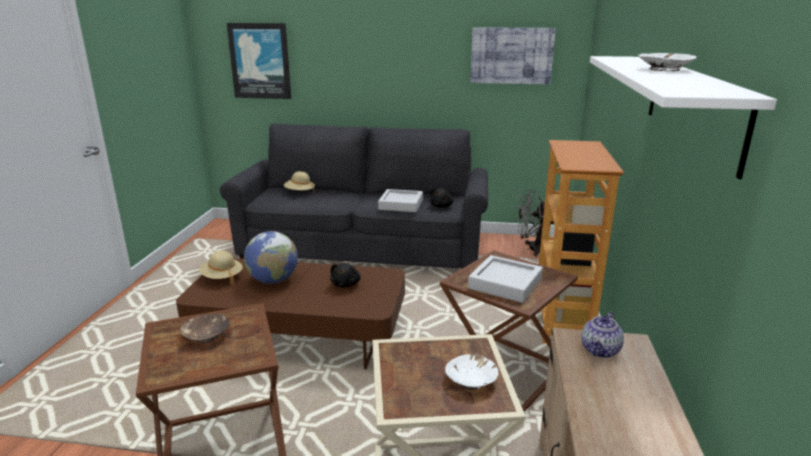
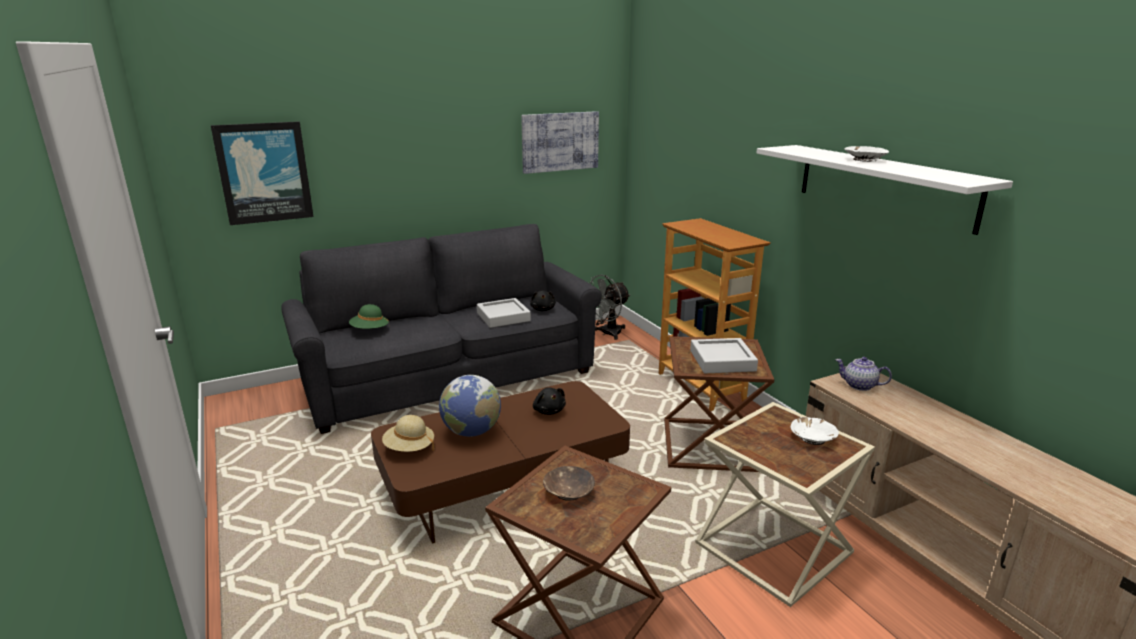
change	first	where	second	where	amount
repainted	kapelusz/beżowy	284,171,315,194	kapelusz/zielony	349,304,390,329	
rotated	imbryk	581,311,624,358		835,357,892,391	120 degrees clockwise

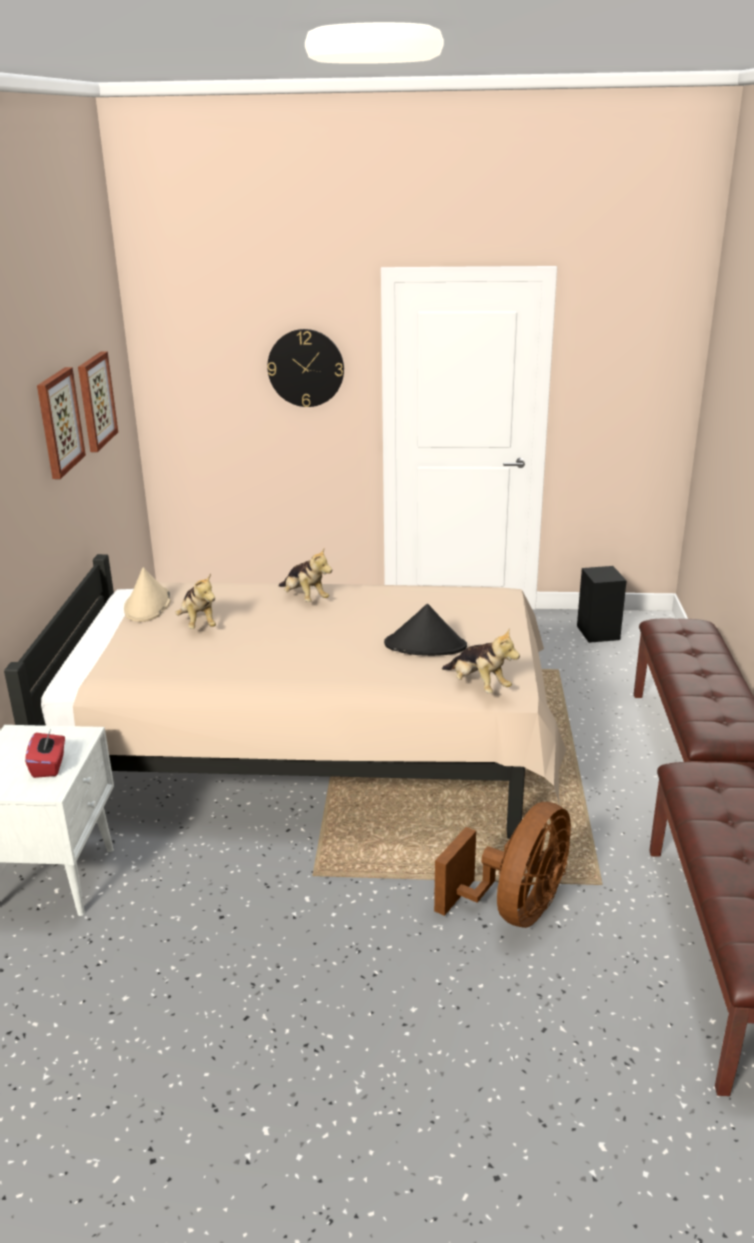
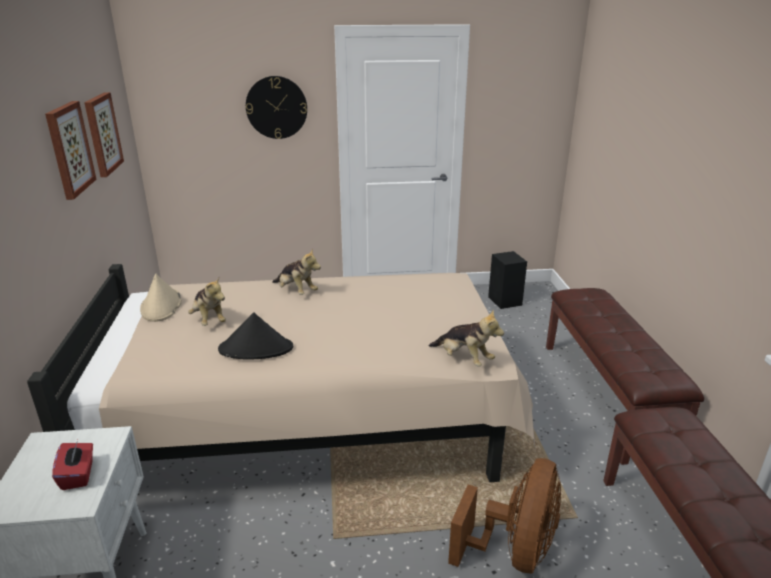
change	first	where	second	where	amount
shifted	kapelusz/czarny	384,604,467,656		218,312,293,360	

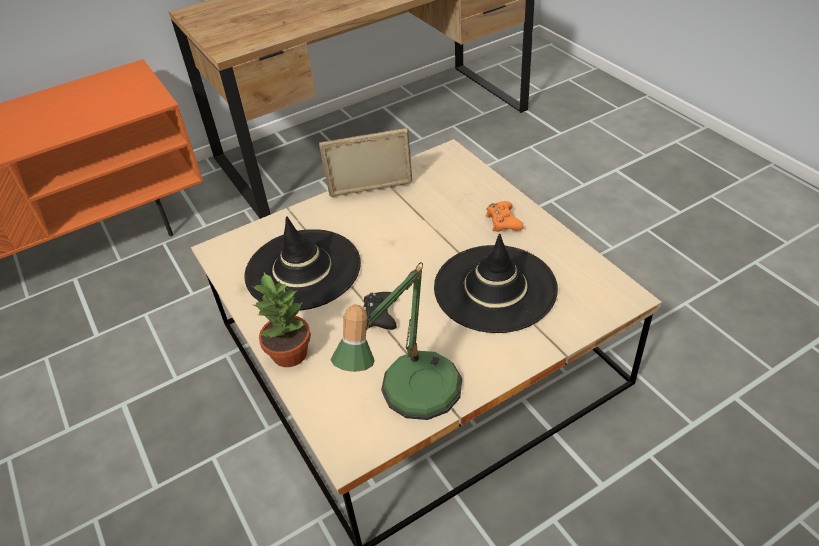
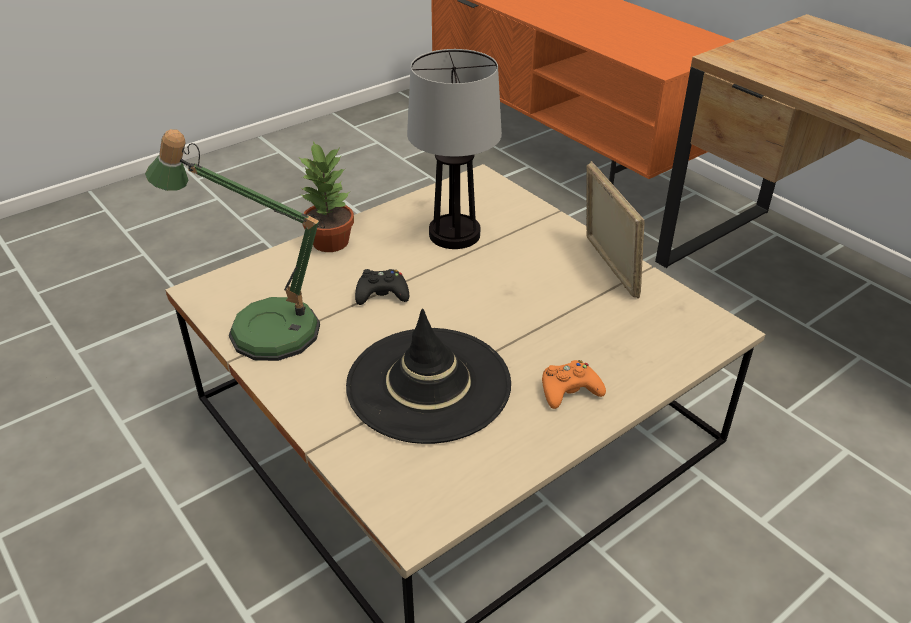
change	first	where	second	where	amount
swapped	kapelusz/czarny	244,216,361,310	lampa stołowa	407,49,502,249	

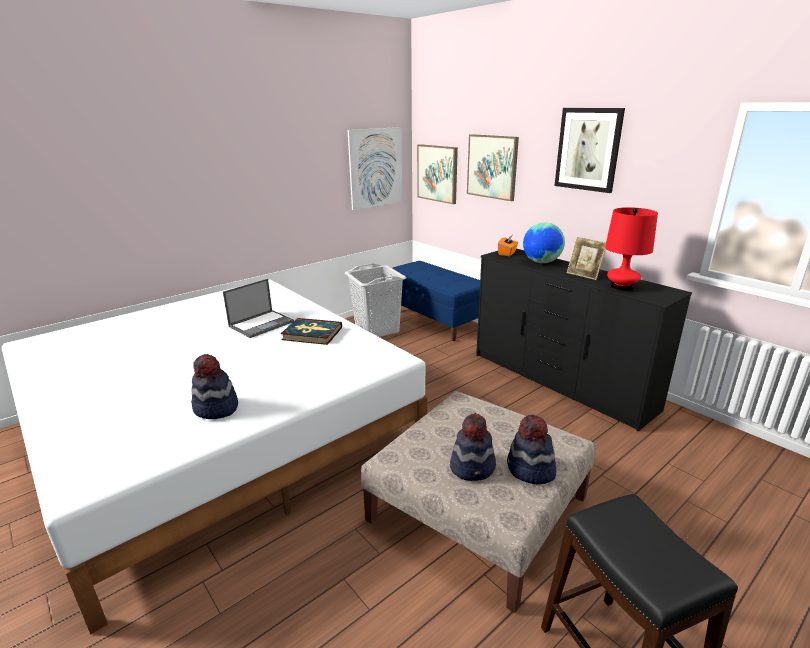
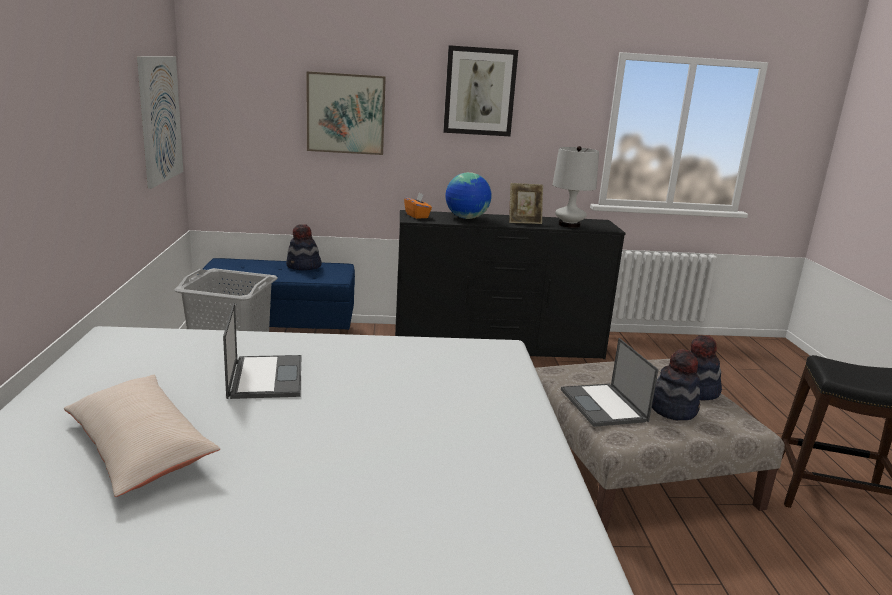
change	first	where	second	where	amount
new			poduszka/beżowy	64,375,220,497	
shifted	kapelusz	191,354,238,419		286,224,322,270	
repainted	lampa stołowa/czerwony	605,207,658,291	lampa stołowa/biały	553,146,599,228	
new			laptop	561,338,659,427	
gone	książka	281,318,342,345			
gone	obraz	417,144,458,204			

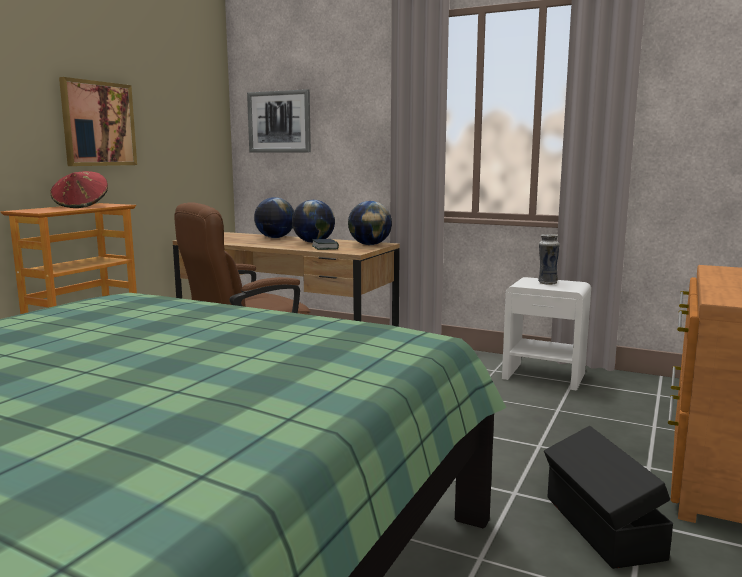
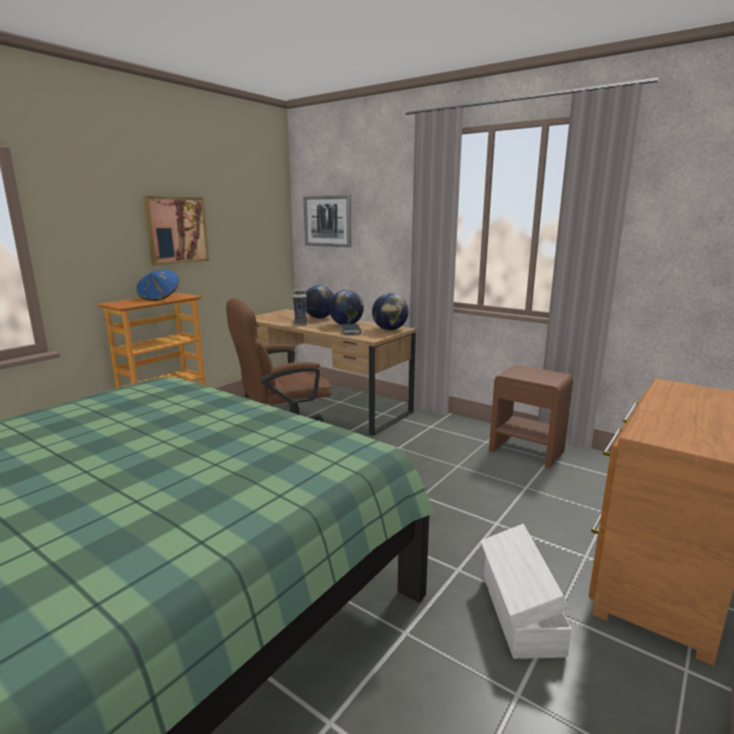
change	first	where	second	where	amount
repainted	kapelusz/czerwony	50,171,108,208	kapelusz/niebieski	136,270,179,301	
shifted	wazon	538,234,560,285		293,289,308,326	
repainted	pojemnik do przechowywania/czarny	544,426,673,569	pojemnik do przechowywania/biały	481,524,572,659	
repainted	szafka nocna/biały	502,277,591,391	szafka nocna/brązowy	489,365,573,468	

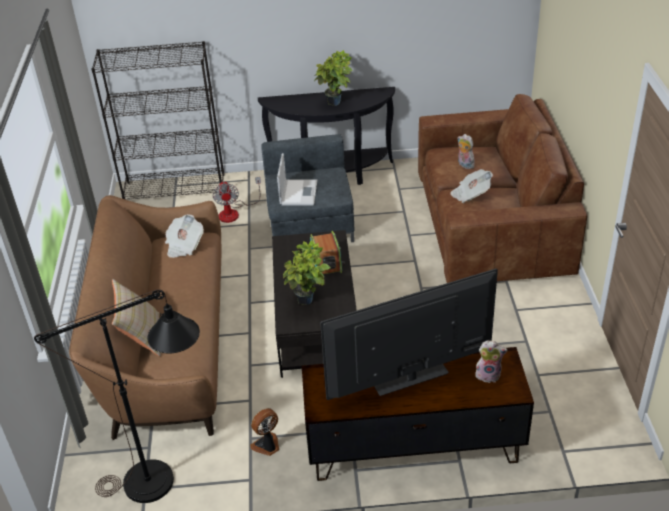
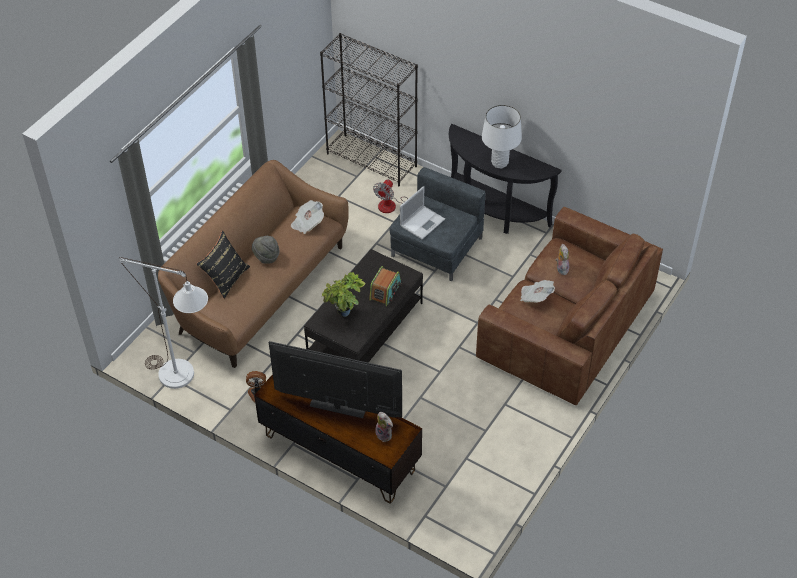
change	first	where	second	where	amount
repainted	lampa stojąca/czarny	34,289,200,503	lampa stojąca/biały	118,257,208,389	
repainted	poduszka/beżowy	112,279,161,357	poduszka/czarny	196,231,250,299	
new			kapelusz/szary	252,236,280,264	
swapped	roślina doniczkowa	314,50,353,106	lampa stołowa/biały	482,105,522,169	

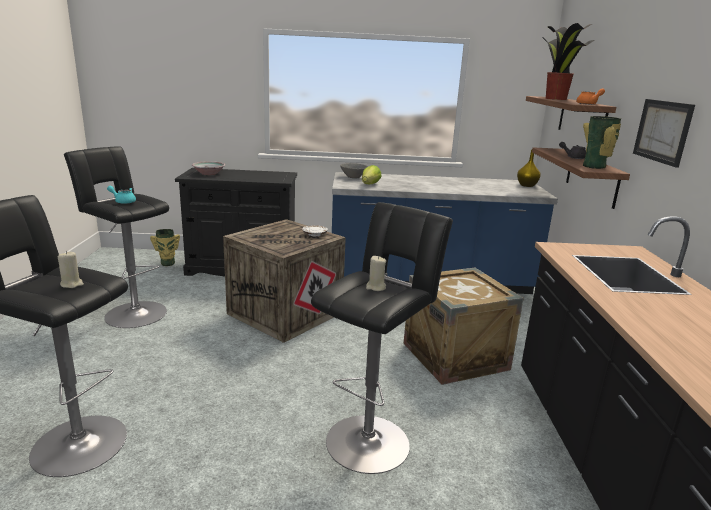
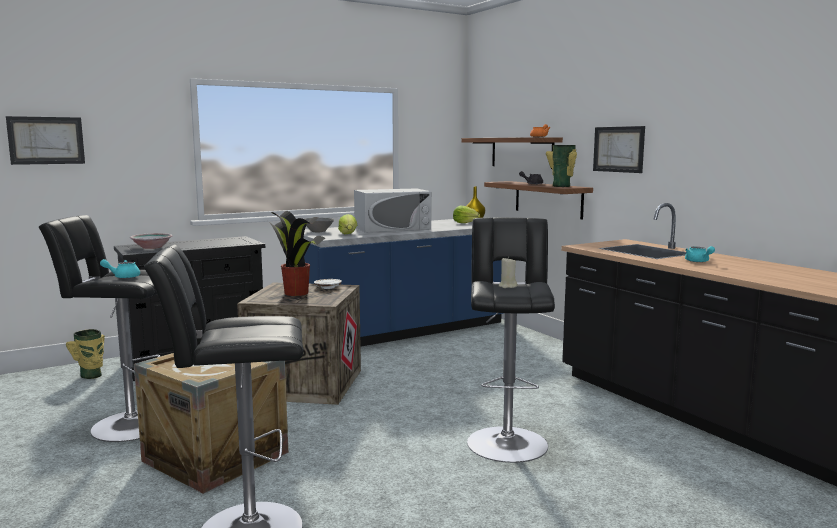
change	first	where	second	where	amount
new			obraz	6,116,85,165	
shifted	skrzynka	403,268,524,385		134,353,288,494	
shifted	roślina doniczkowa	542,23,595,100		268,211,325,296	
new			mikrofalówka/biały	354,188,431,233	
new			sałata	453,206,480,223	
new			imbryk/turkusowy	685,246,715,262	
gone	świeca/beżowy	58,251,84,288			

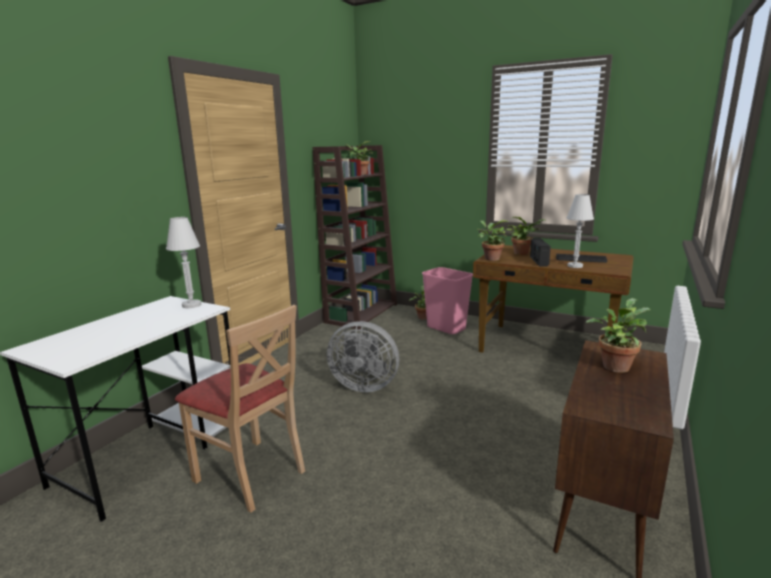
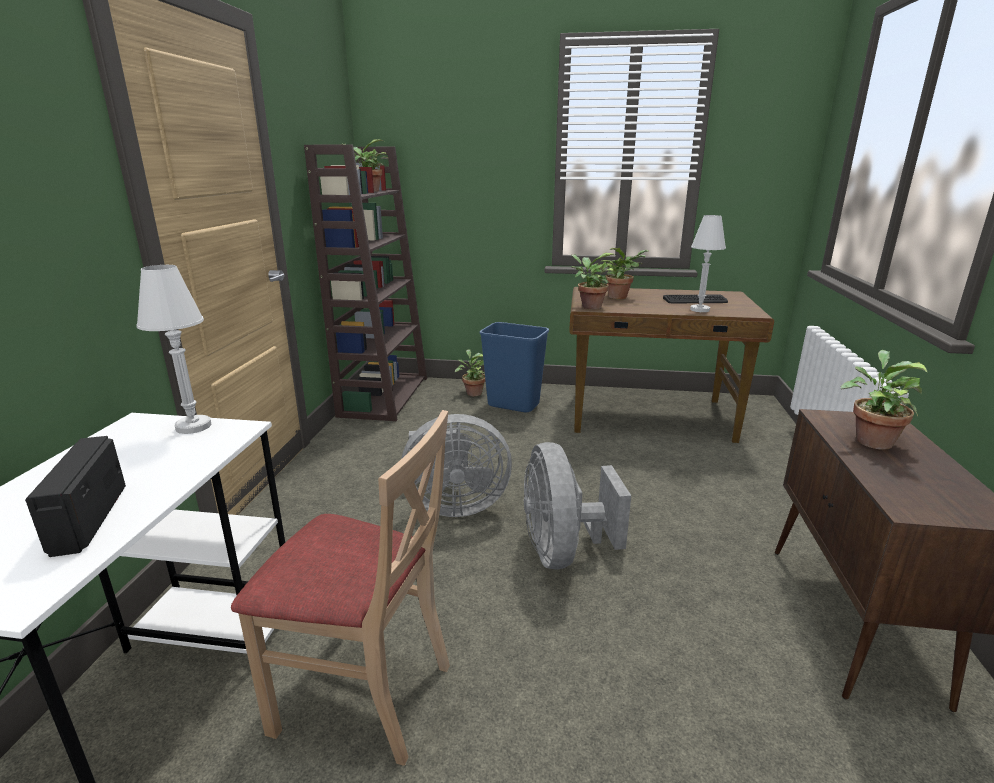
change	first	where	second	where	amount
shifted	radio	530,238,551,266		25,436,126,557	
repainted	kosz na śmieci/różowy	422,267,473,334	kosz na śmieci/niebieski	480,322,549,412	
new			wentylator/szary	524,442,631,570	

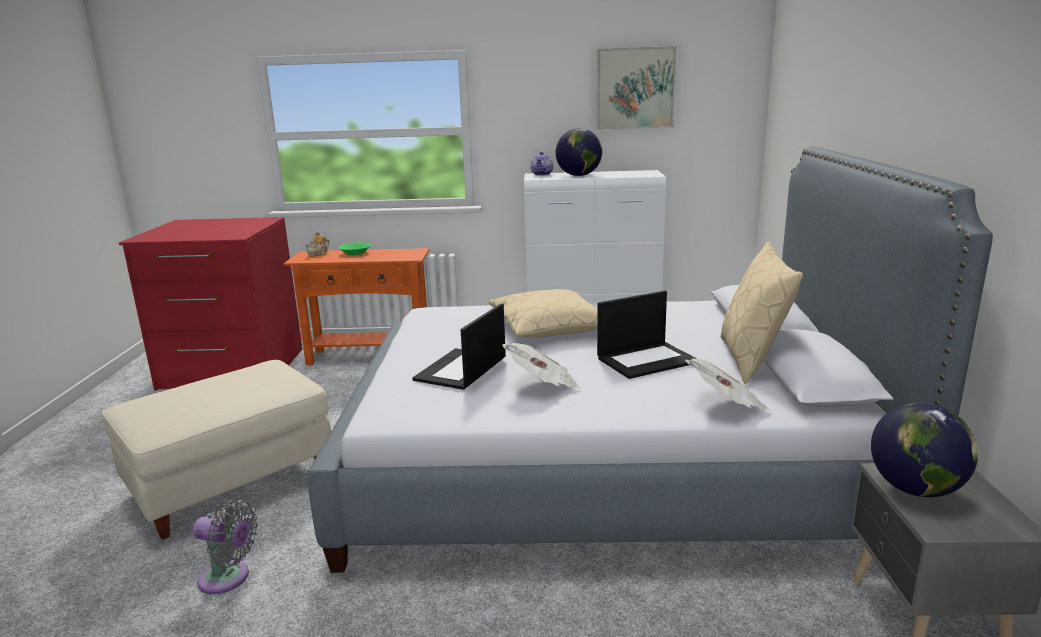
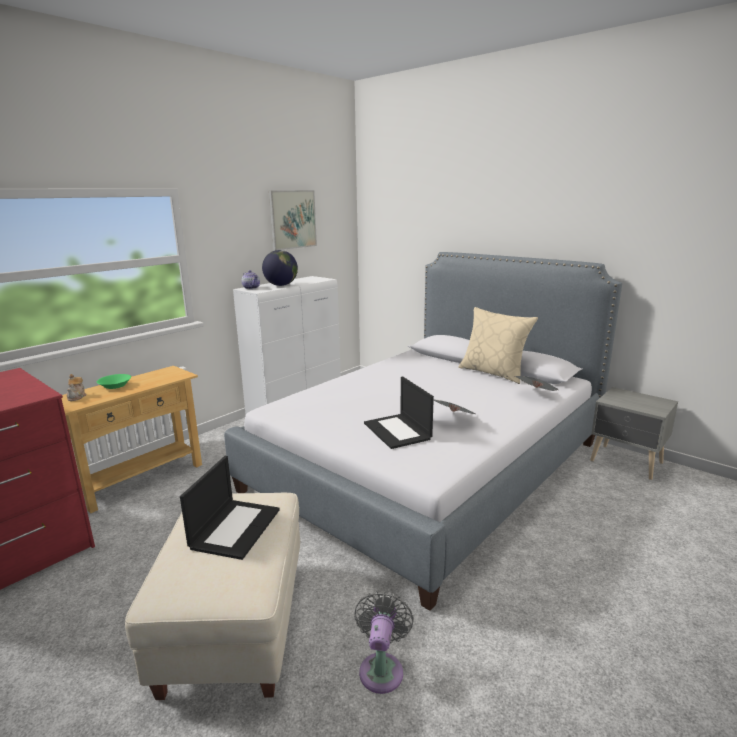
change	first	where	second	where	amount
repainted	stolik konsolowy/pomarańczowy	283,248,429,365	stolik konsolowy/beżowy	62,366,202,513	
shifted	laptop	597,291,697,379		180,456,280,560	
rotated	wentylator/szary	193,498,258,594		354,591,414,694	45 degrees counterclockwise
gone	poduszka/beżowy	488,289,598,338			
gone	globus	871,402,978,497			

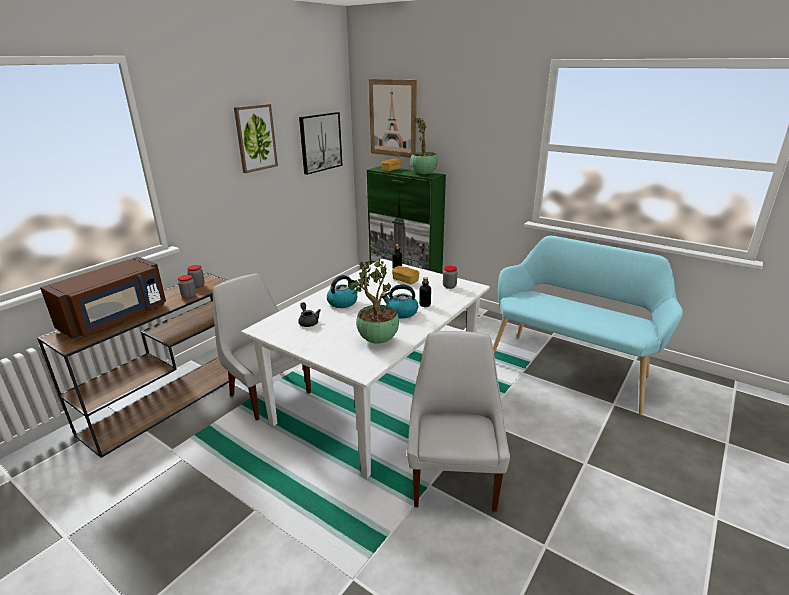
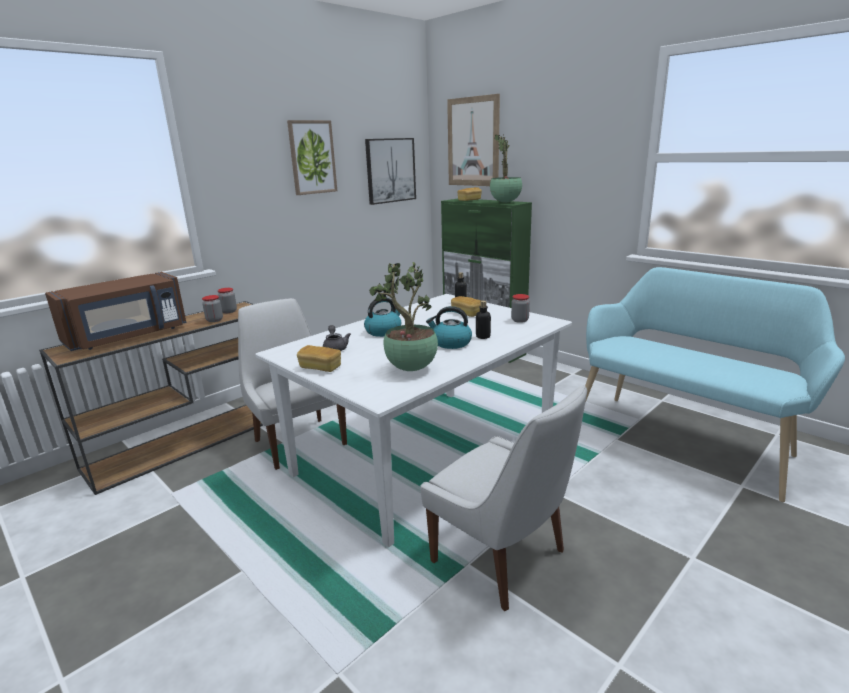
change	first	where	second	where	amount
new			chleb	297,345,341,372	
rotated	krzesło/biały	407,331,510,512		420,385,587,611	120 degrees clockwise

